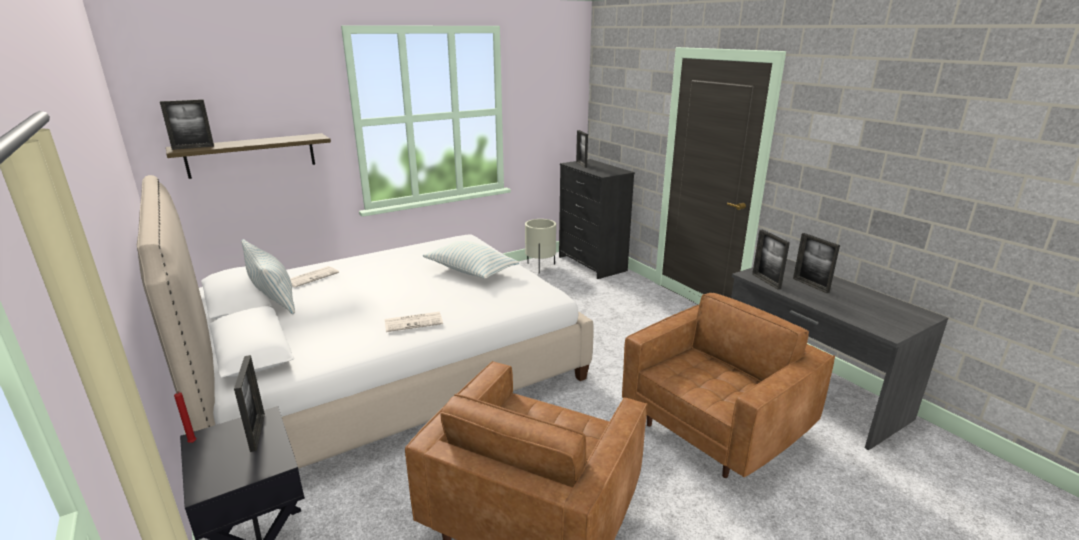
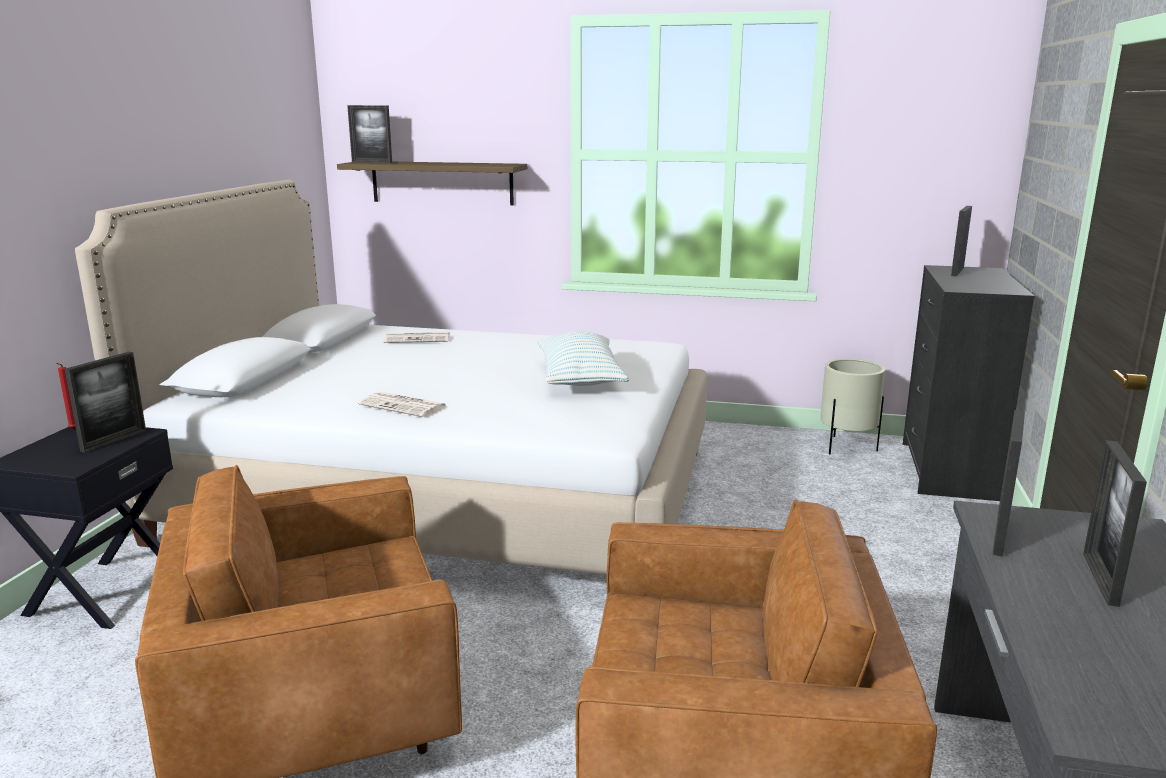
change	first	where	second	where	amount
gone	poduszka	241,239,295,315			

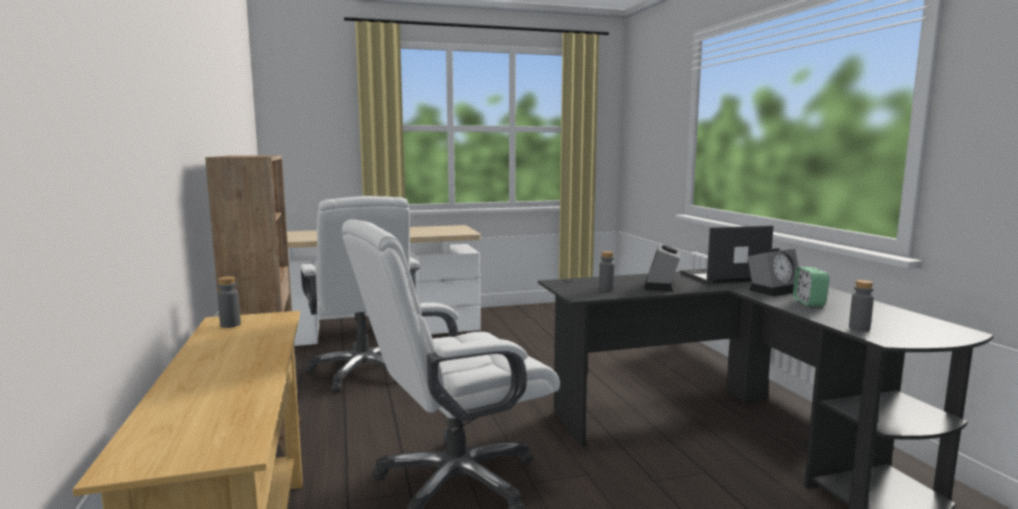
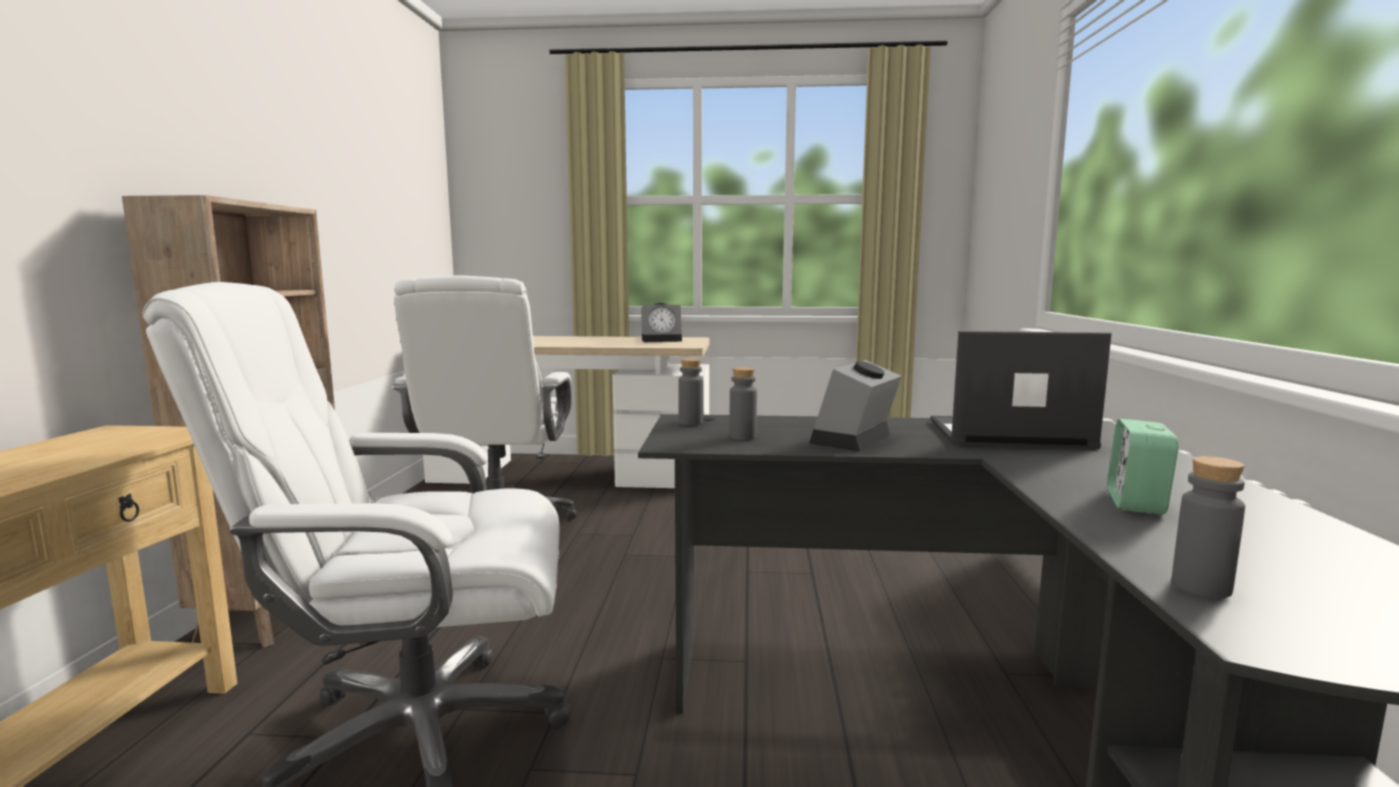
change	first	where	second	where	amount
shifted	budzik	748,248,798,296		641,303,682,342	
shifted	butelka/szary	217,276,241,328		678,358,703,425	

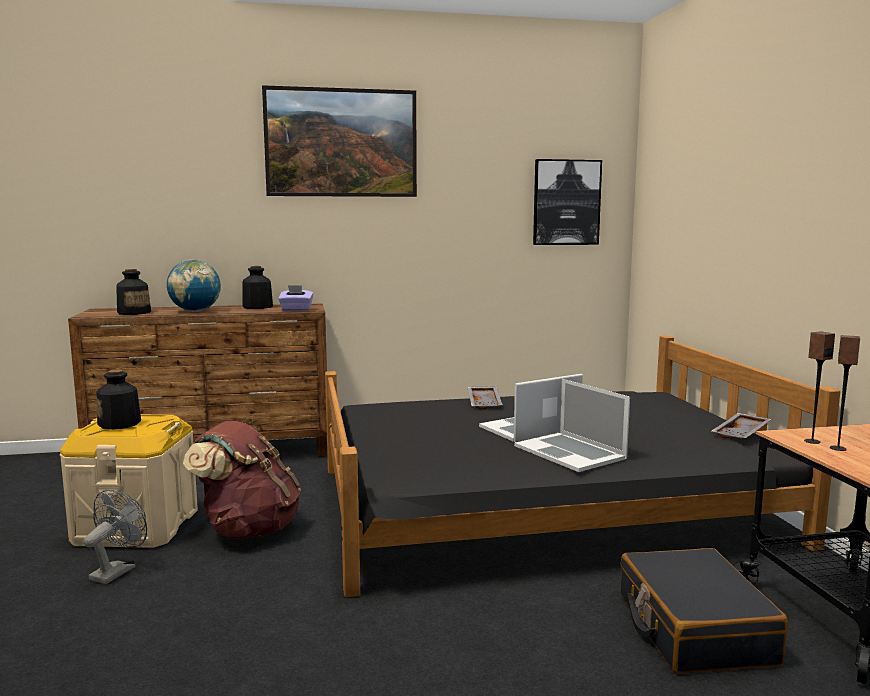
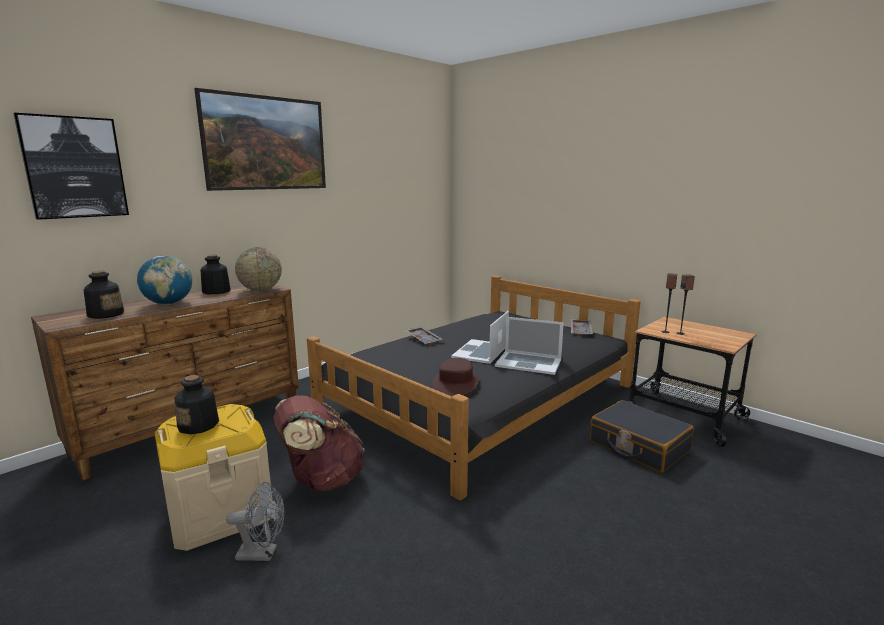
change	first	where	second	where	amount
shifted	obraz	533,159,602,245		13,113,129,220	
rotated	wentylator/szary	83,490,147,584		226,482,284,561	105 degrees clockwise
swapped	pudełko chusteczek/fioletowy	278,285,313,311	globus	235,247,282,291	
new			kapelusz/brązowy	433,358,479,396	

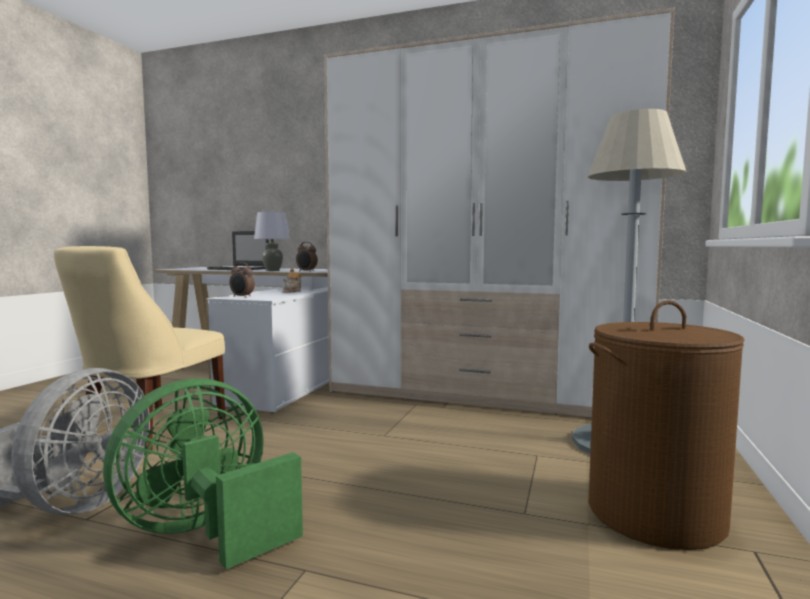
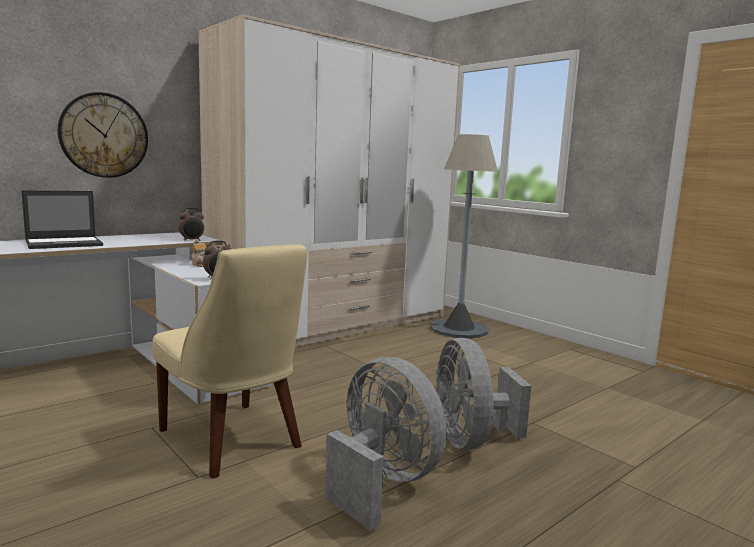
change	first	where	second	where	amount
new			zegar ścienny	58,92,148,178	
repainted	wentylator/zielony	103,378,303,569	wentylator/szary	436,338,531,450	
gone	lampa stołowa/szary	254,212,290,271			
gone	kosz na pranie/brązowy	588,300,745,550			

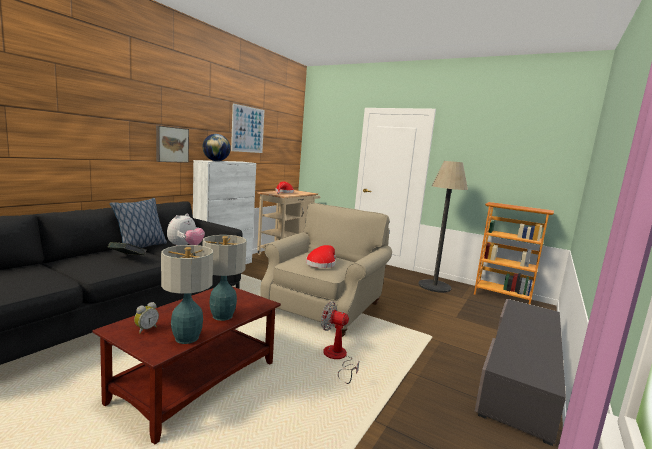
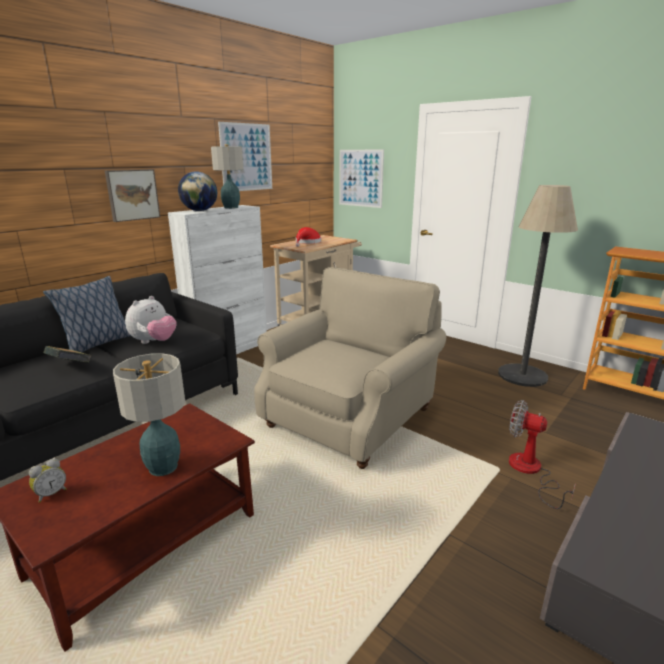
change	first	where	second	where	amount
shifted	lampa stołowa	161,245,213,344		211,144,244,209	
new			obraz	339,150,384,208	
shifted	wentylator	321,301,359,384		509,400,576,509	
gone	kapelusz/czerwony	306,245,336,268			

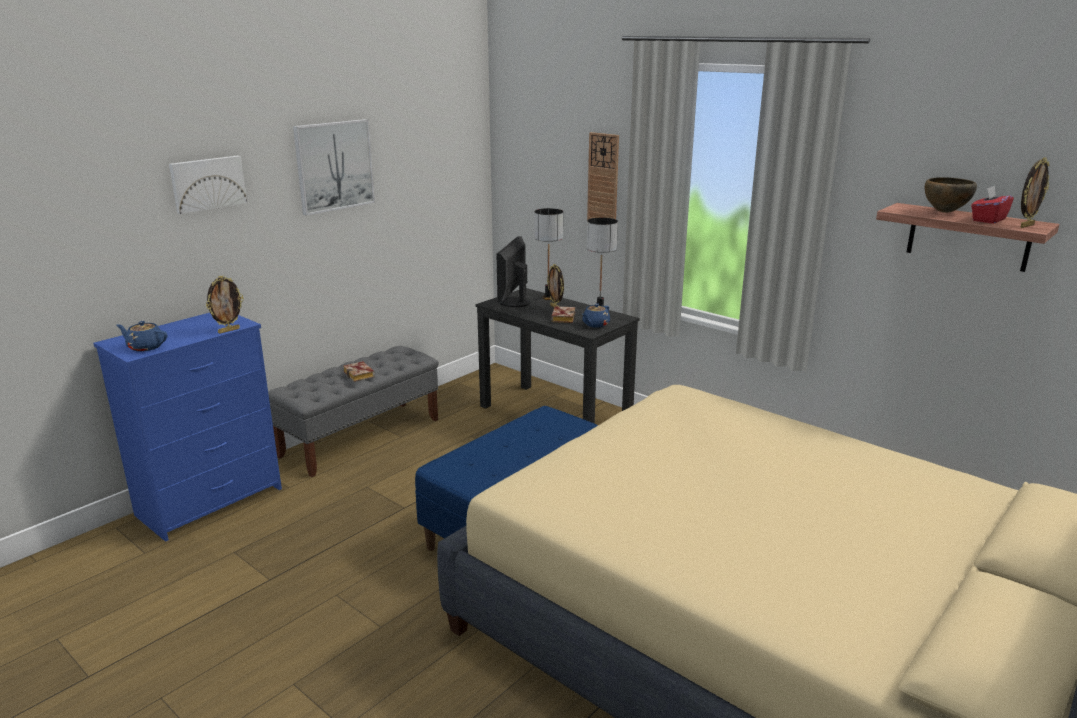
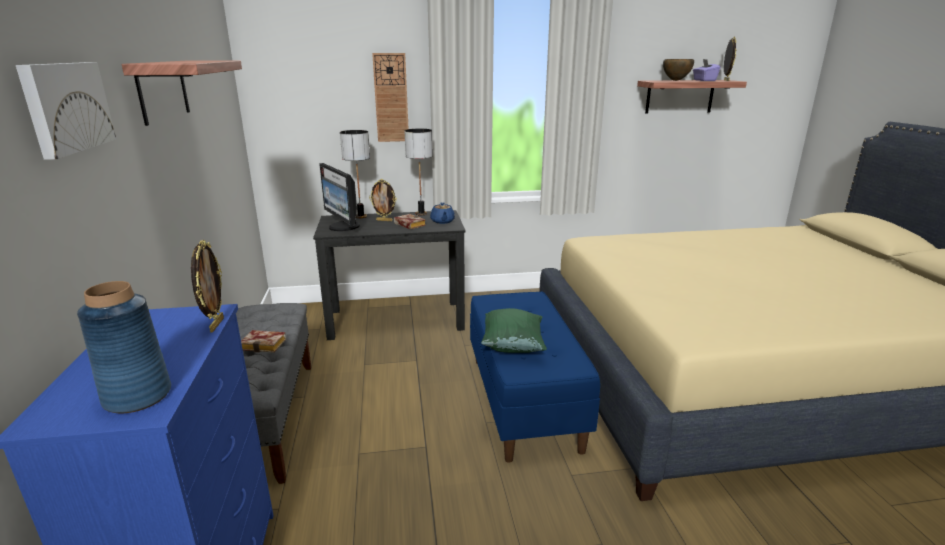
change	first	where	second	where	amount
swapped	imbryk/niebieski	117,321,167,352	wazon/niebieski	77,281,171,413	
swapped	obraz	293,119,375,216	półka	122,60,242,126	
new			poduszka/zielony	481,308,547,353	
repainted	pudełko chusteczek/czerwony	971,186,1014,224	pudełko chusteczek/fioletowy	693,59,720,81	

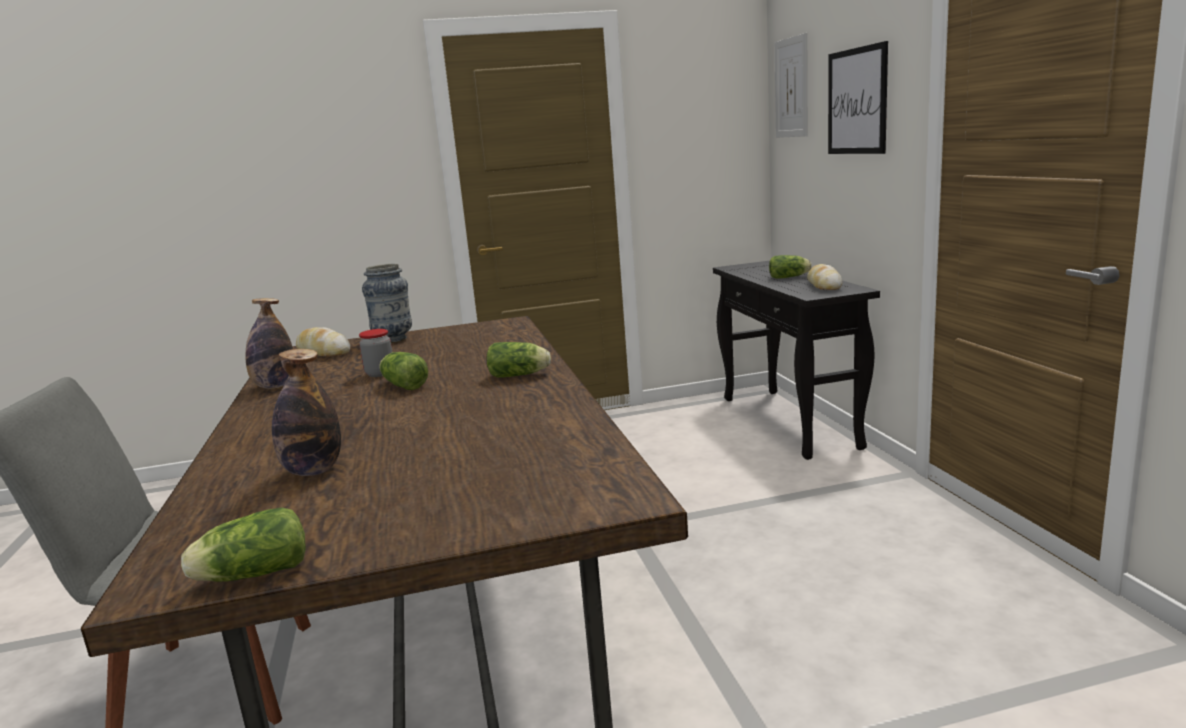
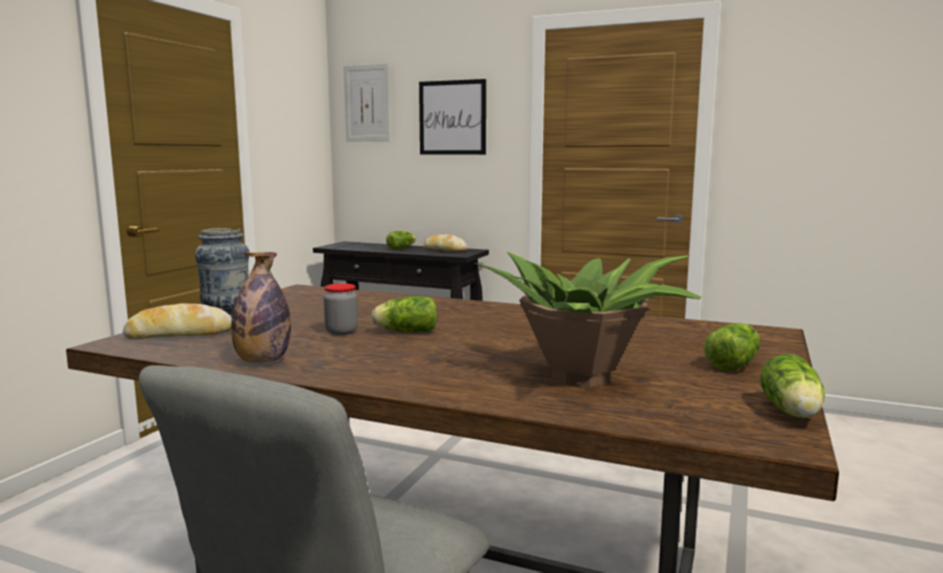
change	first	where	second	where	amount
swapped	butelka	272,349,341,476	roślina doniczkowa	474,252,701,387	
shifted	sałata	487,342,551,378		704,323,760,371	

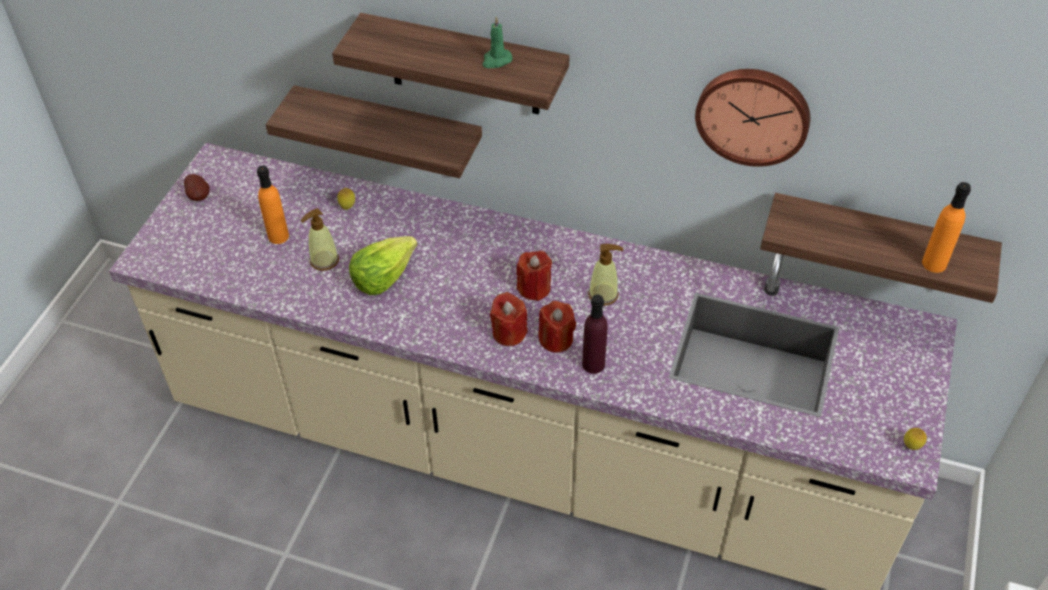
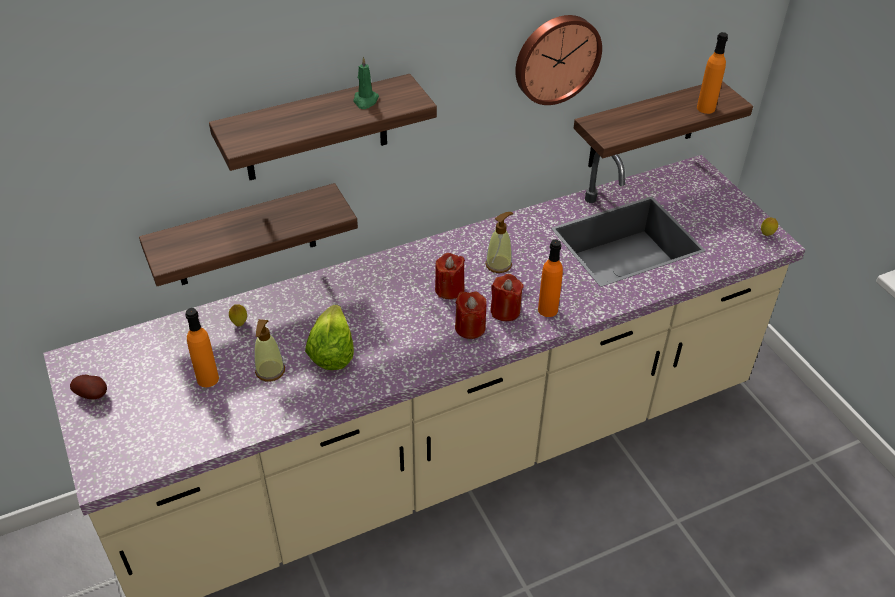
change	first	where	second	where	amount
repainted	butelka/fioletowy	582,295,608,374	butelka/pomarańczowy	538,240,563,317	

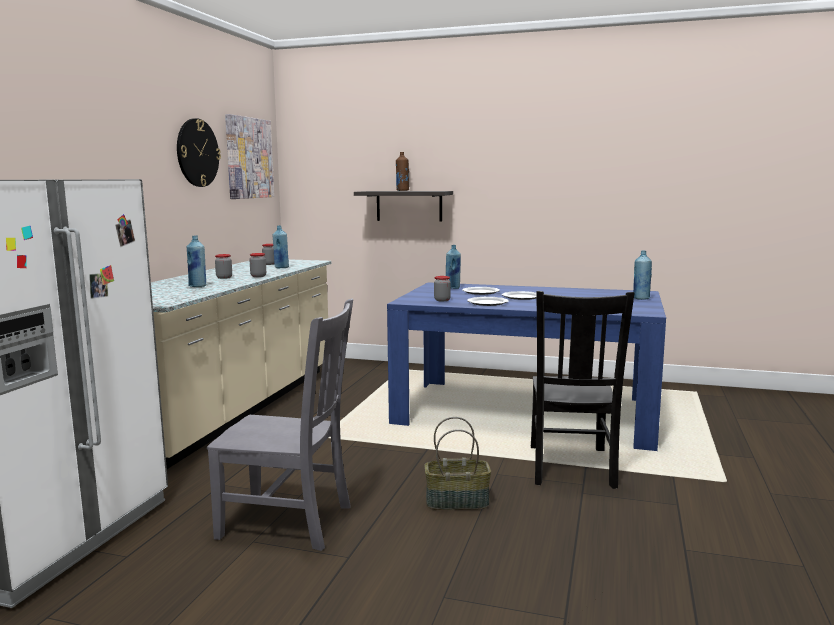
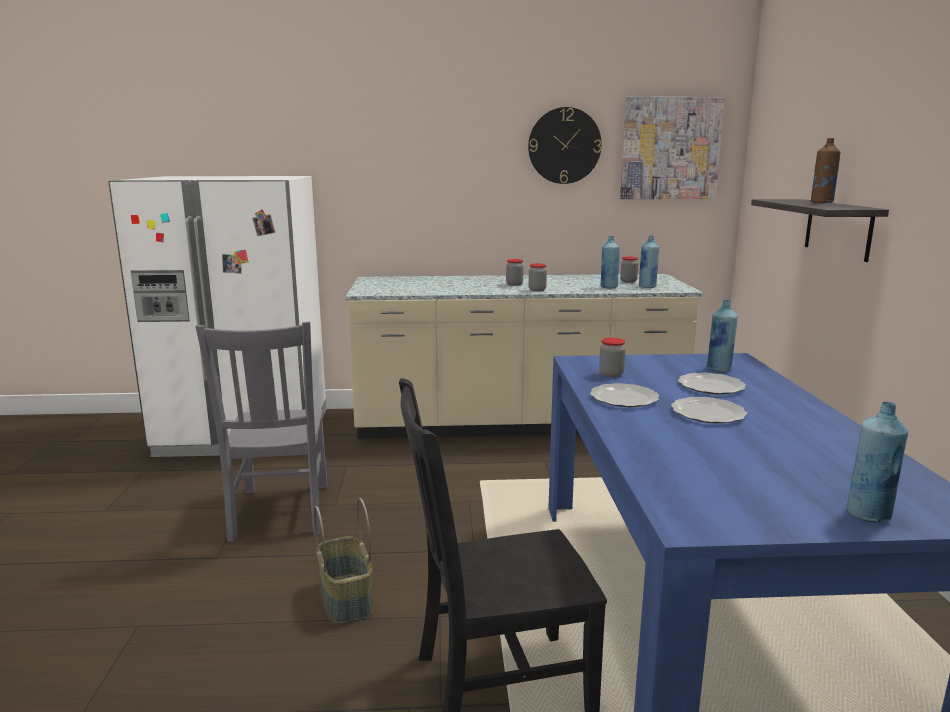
change	first	where	second	where	amount
shifted	butelka/niebieski	187,236,206,287		639,235,659,288	

